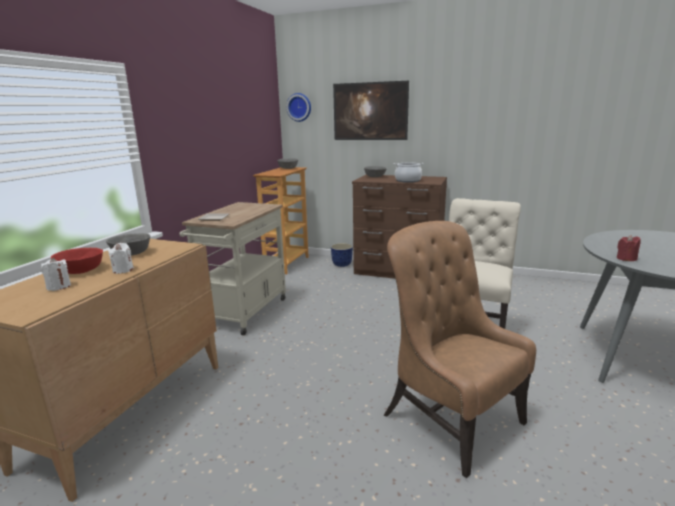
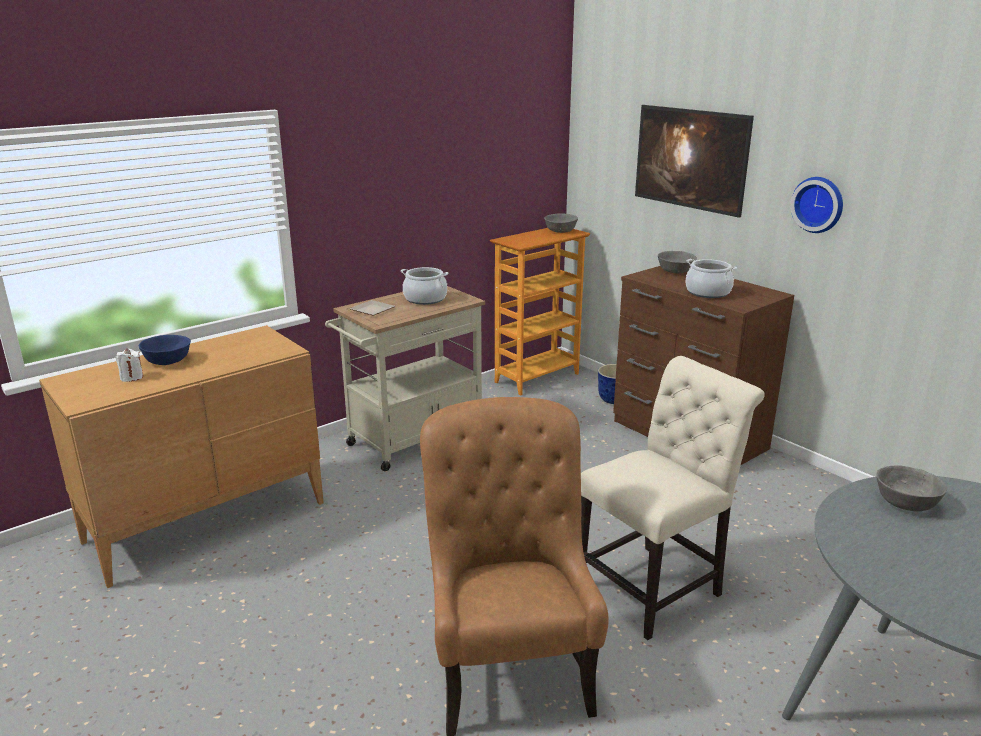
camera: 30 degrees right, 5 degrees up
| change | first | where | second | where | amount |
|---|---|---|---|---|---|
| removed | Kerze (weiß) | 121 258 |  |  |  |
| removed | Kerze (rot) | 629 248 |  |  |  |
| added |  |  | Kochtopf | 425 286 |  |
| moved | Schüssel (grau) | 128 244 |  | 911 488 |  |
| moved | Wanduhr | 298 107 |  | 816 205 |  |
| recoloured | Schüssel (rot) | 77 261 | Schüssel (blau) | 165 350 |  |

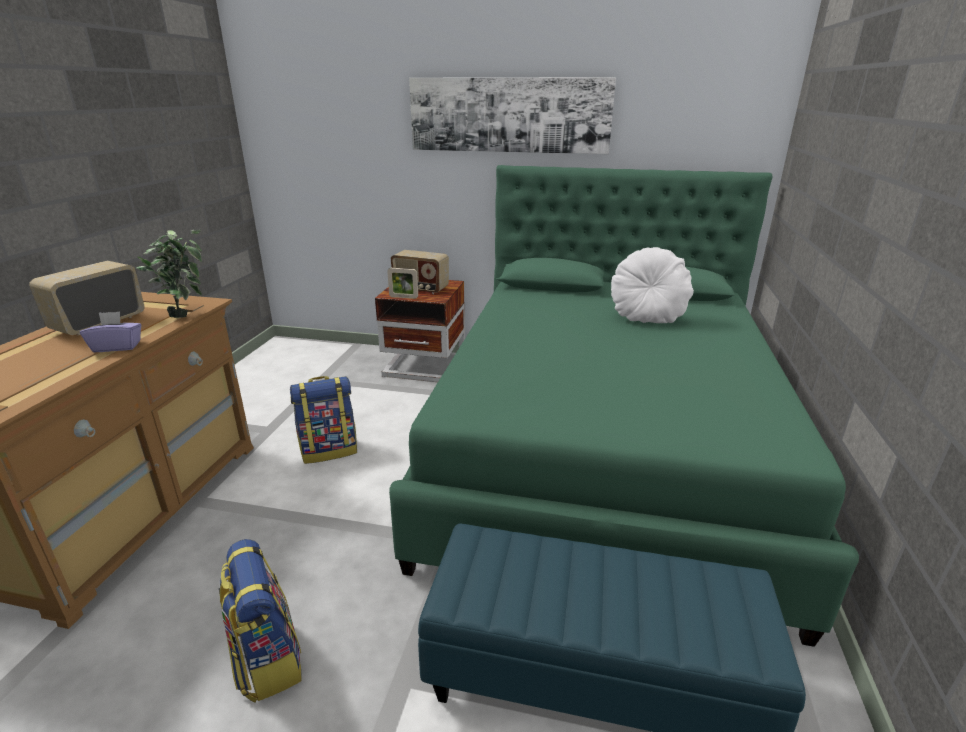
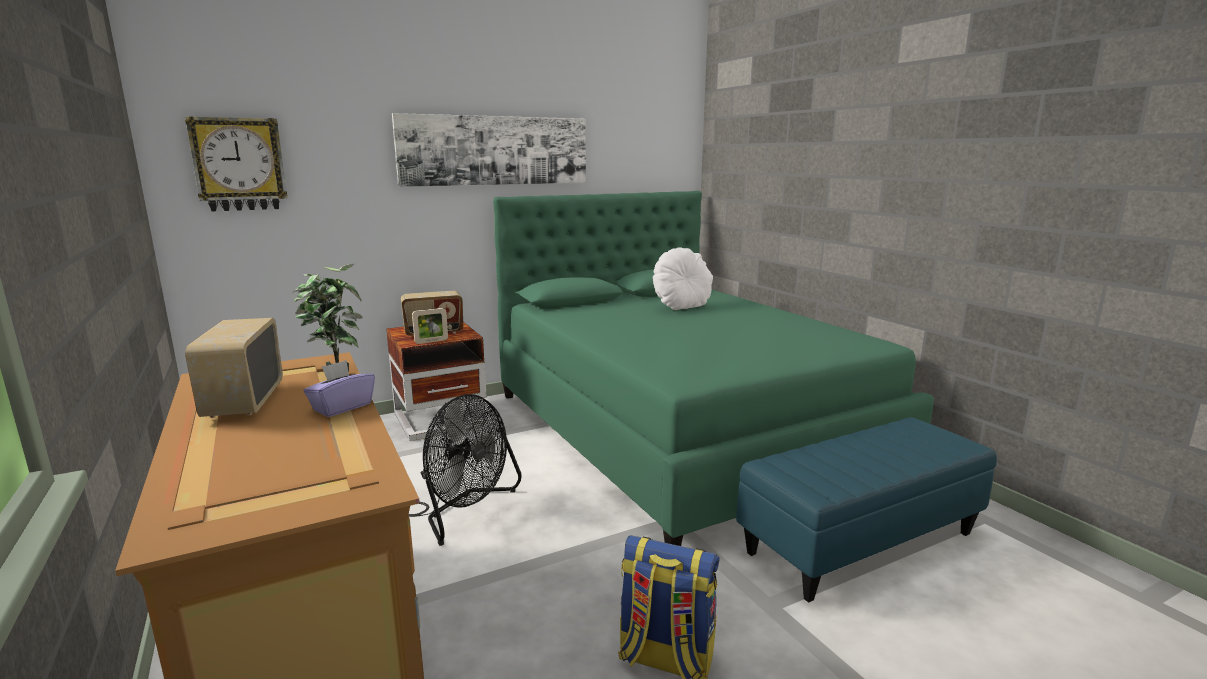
camera: 40 degrees left, 10 degrees down
| change | first | where | second | where | amount |
|---|---|---|---|---|---|
| added |  |  | Wanduhr | 236 163 |  |
| replaced | Rucksack | 323 420 | Ventilator (schwarz) | 465 470 |  |

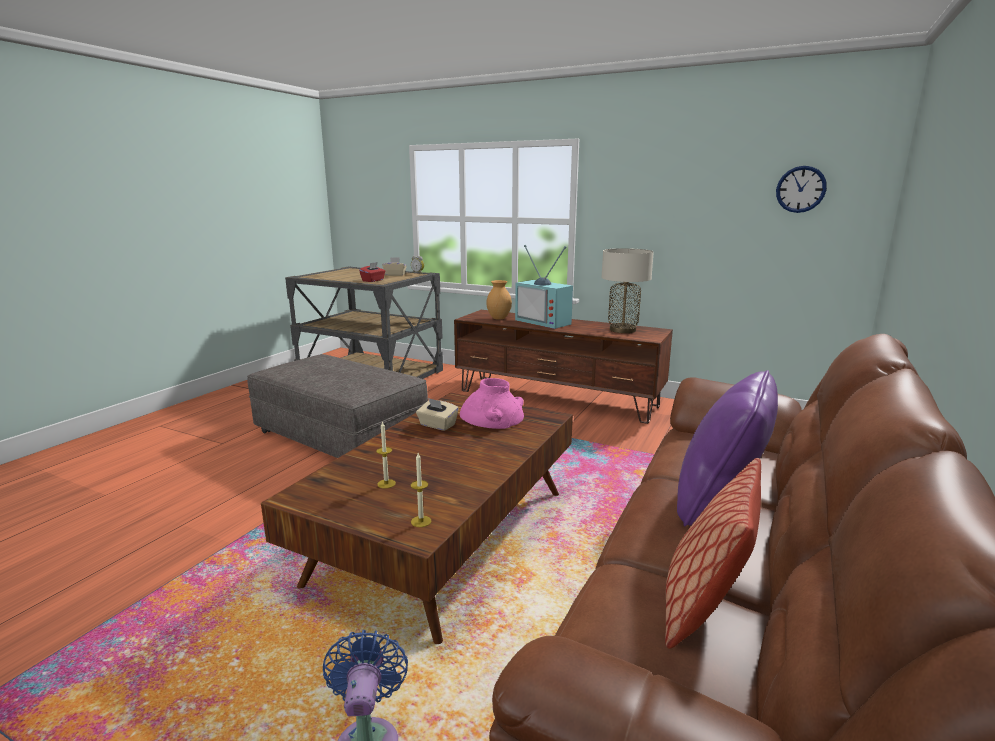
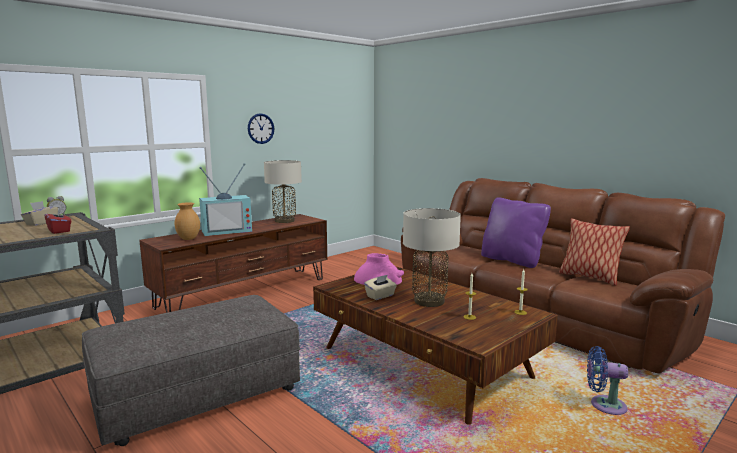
camera: 70 degrees left, 5 degrees down
| change | first | where | second | where | amount |
|---|---|---|---|---|---|
| added |  |  | Tischlampe | 432 257 |  |
| moved | Wanduhr | 801 189 |  | 261 128 |  |

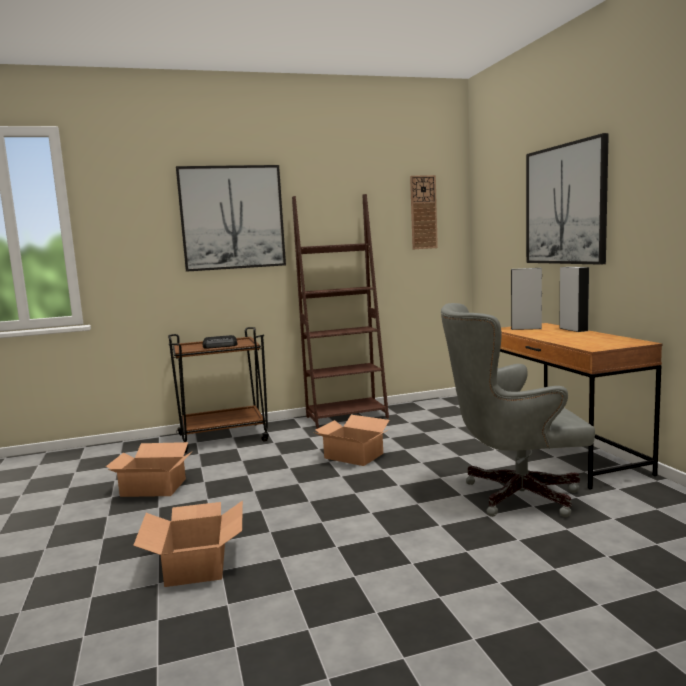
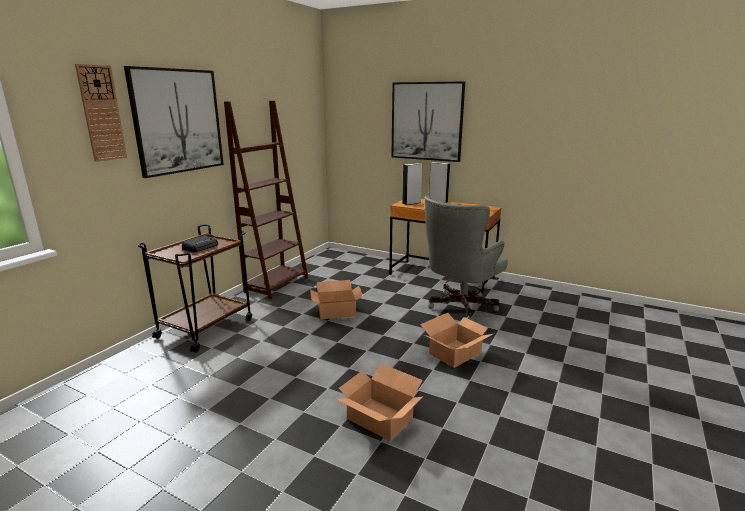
camera: 45 degrees left, 10 degrees up
| change | first | where | second | where | amount |
|---|---|---|---|---|---|
| moved | Karton | 149 469 |  | 457 340 |  |
| moved | Wanduhr | 424 212 |  | 101 113 |  |

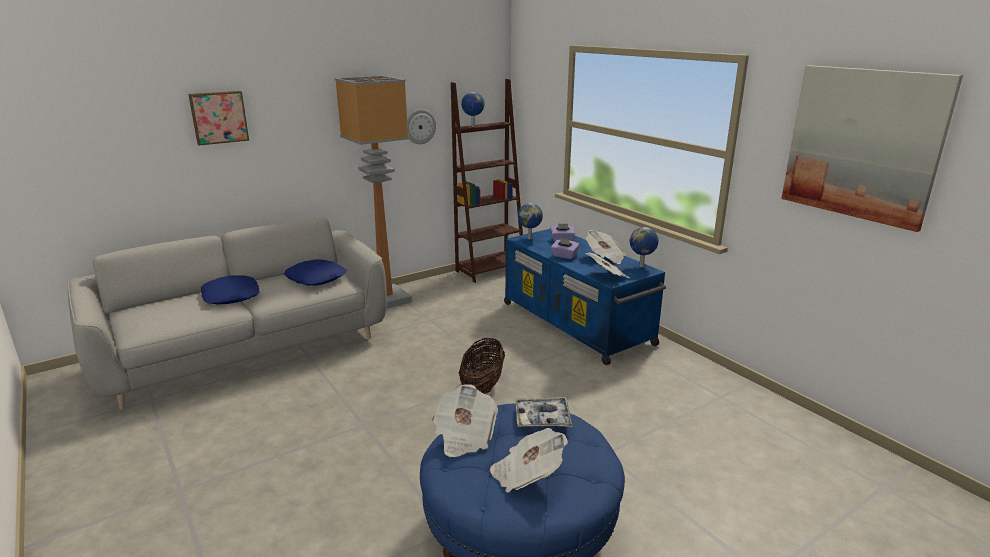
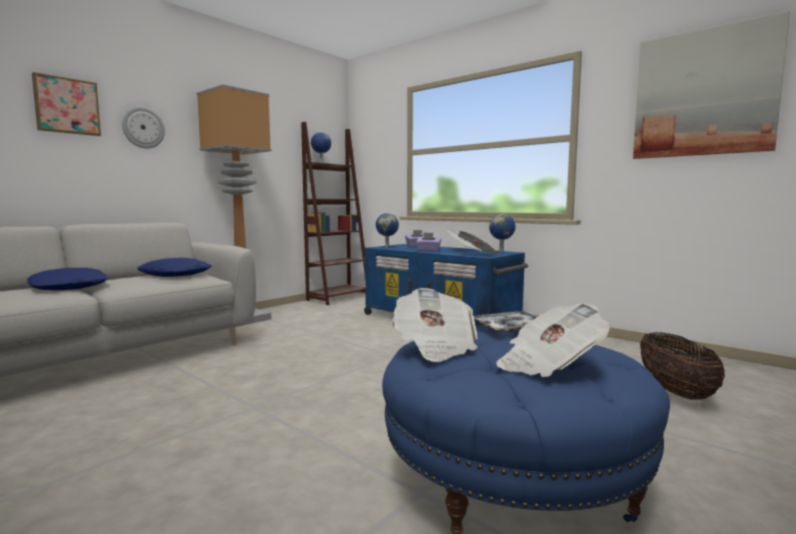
camera: 15 degrees left, 15 degrees down
| change | first | where | second | where | amount |
|---|---|---|---|---|---|
| moved | Wanduhr | 421 126 |  | 143 128 |  |
| moved | Korb | 482 366 |  | 682 366 |  |

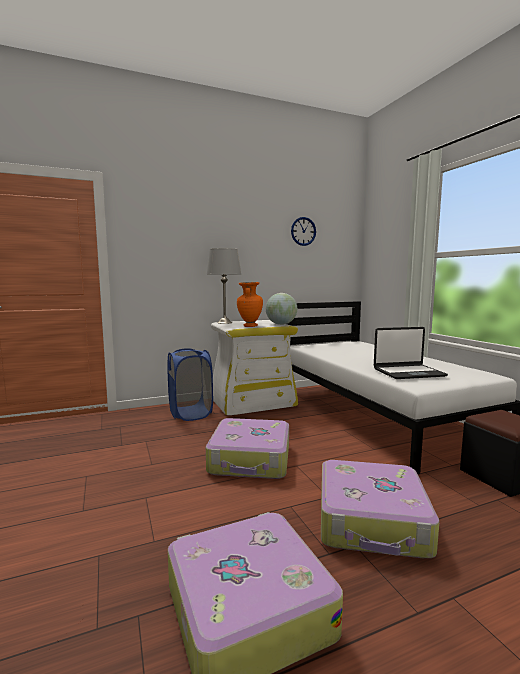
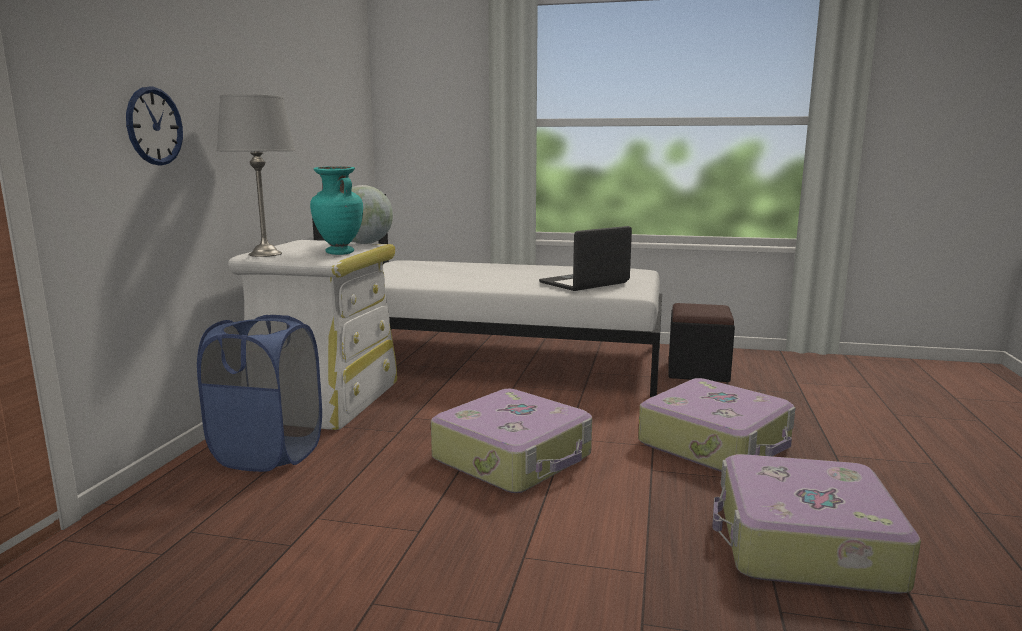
camera: 55 degrees left, 5 degrees up
| change | first | where | second | where | amount |
|---|---|---|---|---|---|
| moved | Wanduhr | 303 231 |  | 154 126 |  |
| recoloured | Vase (orange) | 250 304 | Vase (türkis) | 336 210 |  |
| turned | Laptop | 411 353 |  | 585 258 | 150 degrees counterclockwise |

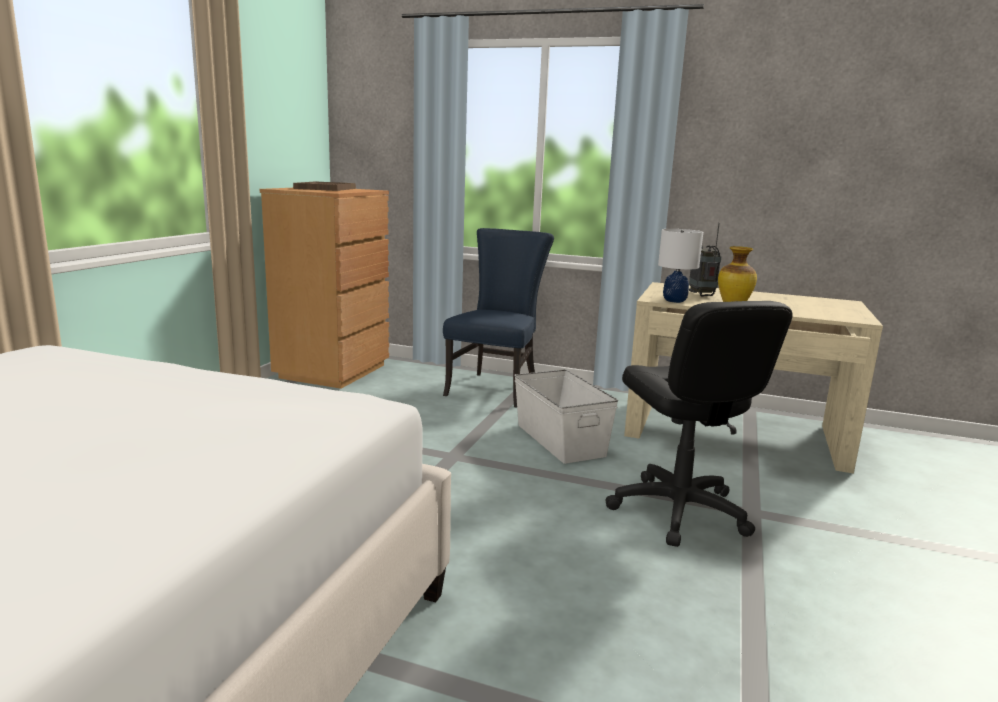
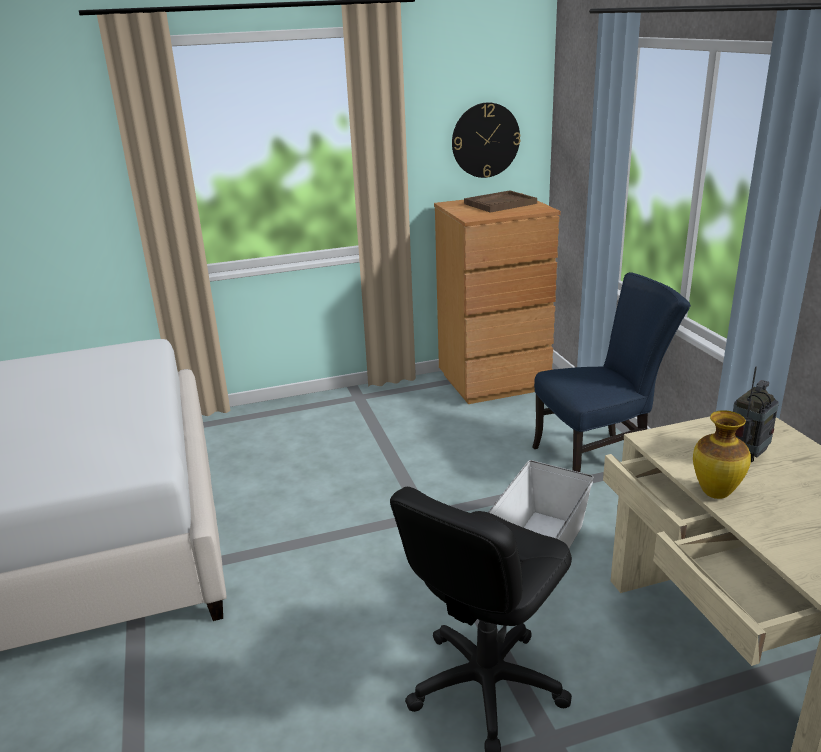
camera: 55 degrees right, 10 degrees up
| change | first | where | second | where | amount |
|---|---|---|---|---|---|
| removed | Tischlampe (weiß) | 680 266 |  |  |  |
| added |  |  | Wanduhr | 486 140 |  |

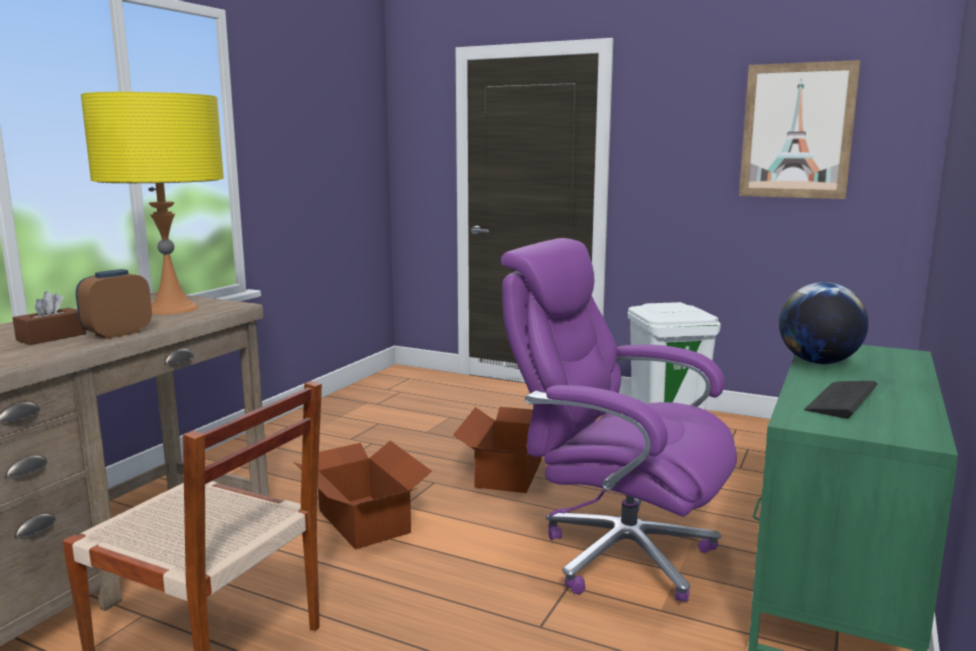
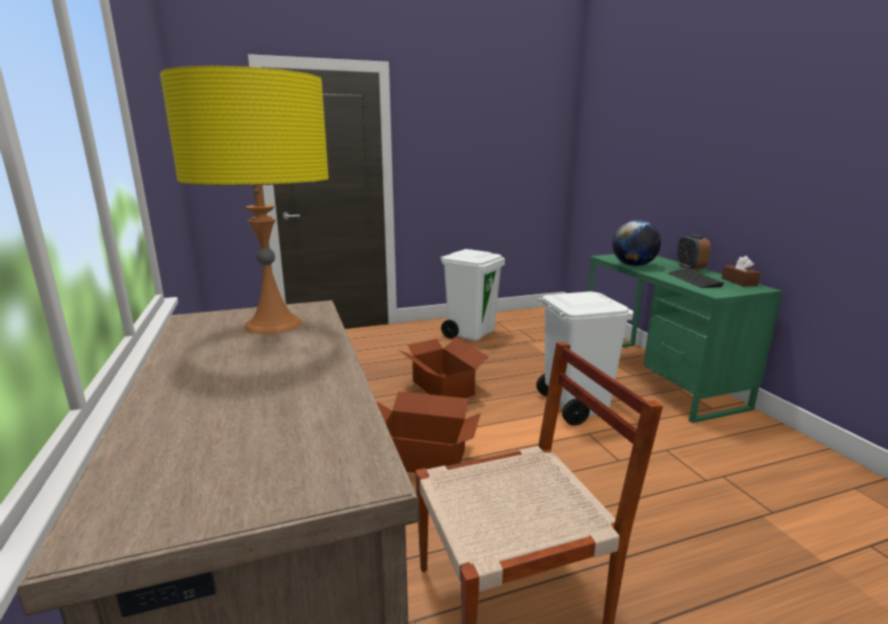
camera: 45 degrees left, 5 degrees up
| change | first | where | second | where | amount |
|---|---|---|---|---|---|
| removed | Bild | 799 129 |  |  |  |
| moved | Taschentuchbox (braun) | 49 318 |  | 741 271 |  |
| moved | Wecker | 114 304 |  | 693 252 |  |
| replaced | Bürostuhl (lila) | 619 420 | Mülleimer (weiß) | 585 358 |  |

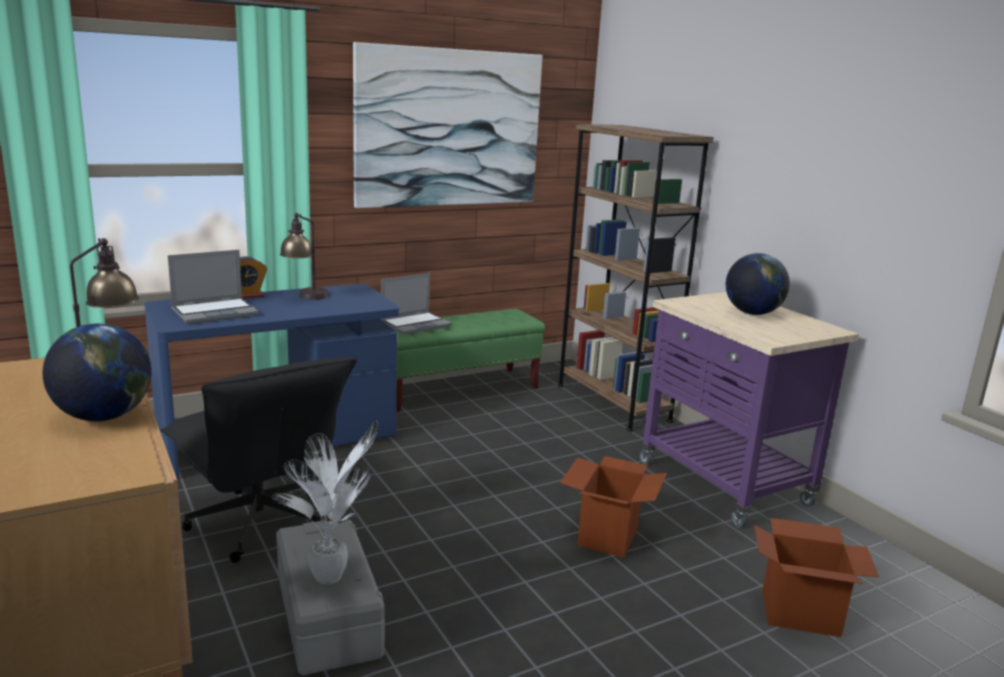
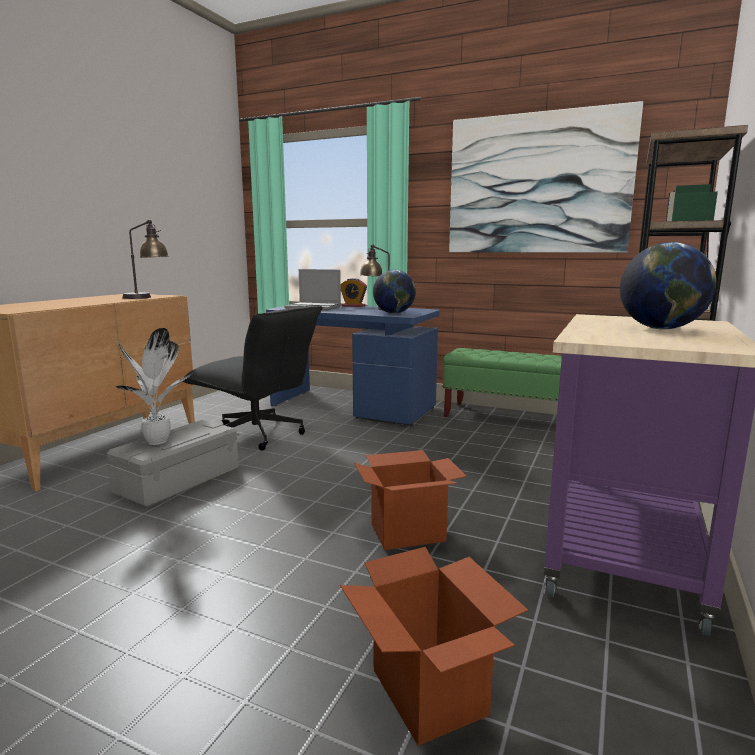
camera: 55 degrees right, 5 degrees down
| change | first | where | second | where | amount |
|---|---|---|---|---|---|
| removed | Laptop | 416 304 |  |  |  |
| moved | Globus | 97 372 |  | 394 292 |  |
| turned | Bürostuhl (schwarz) | 258 460 |  | 252 378 | 75 degrees counterclockwise |

